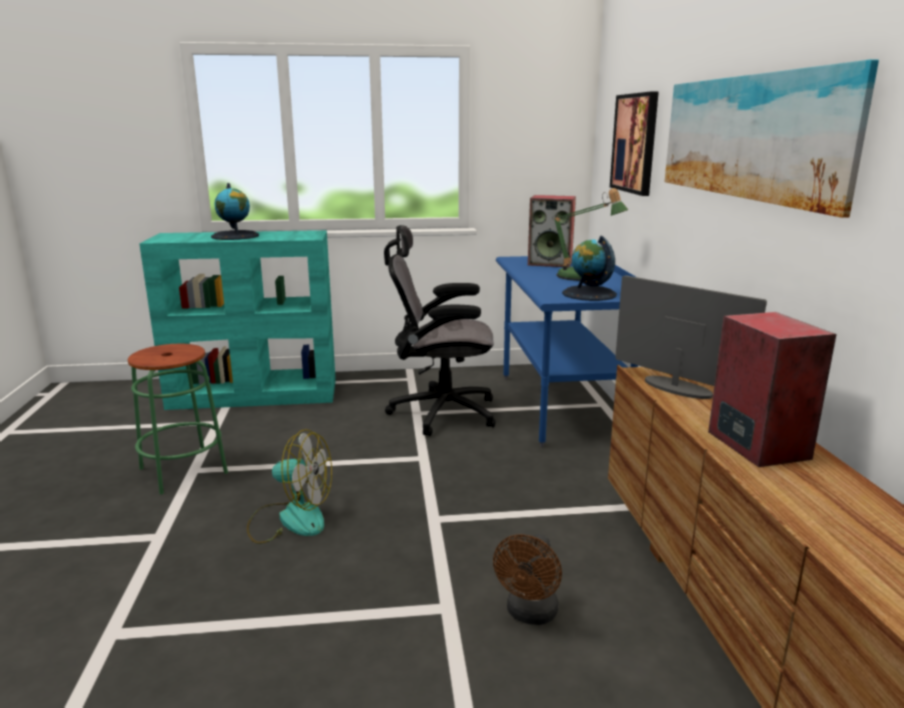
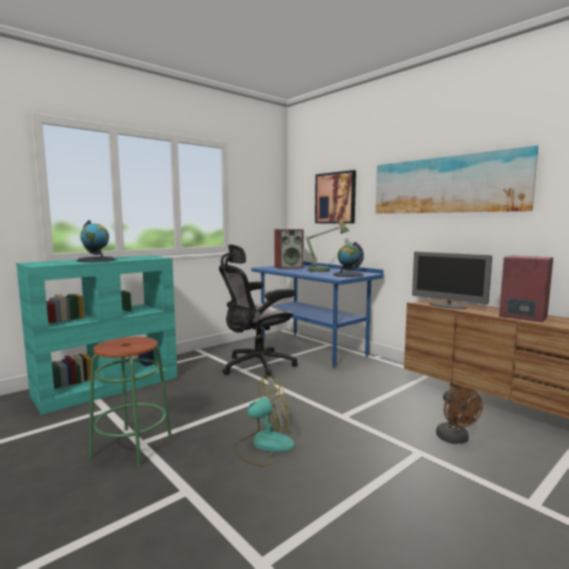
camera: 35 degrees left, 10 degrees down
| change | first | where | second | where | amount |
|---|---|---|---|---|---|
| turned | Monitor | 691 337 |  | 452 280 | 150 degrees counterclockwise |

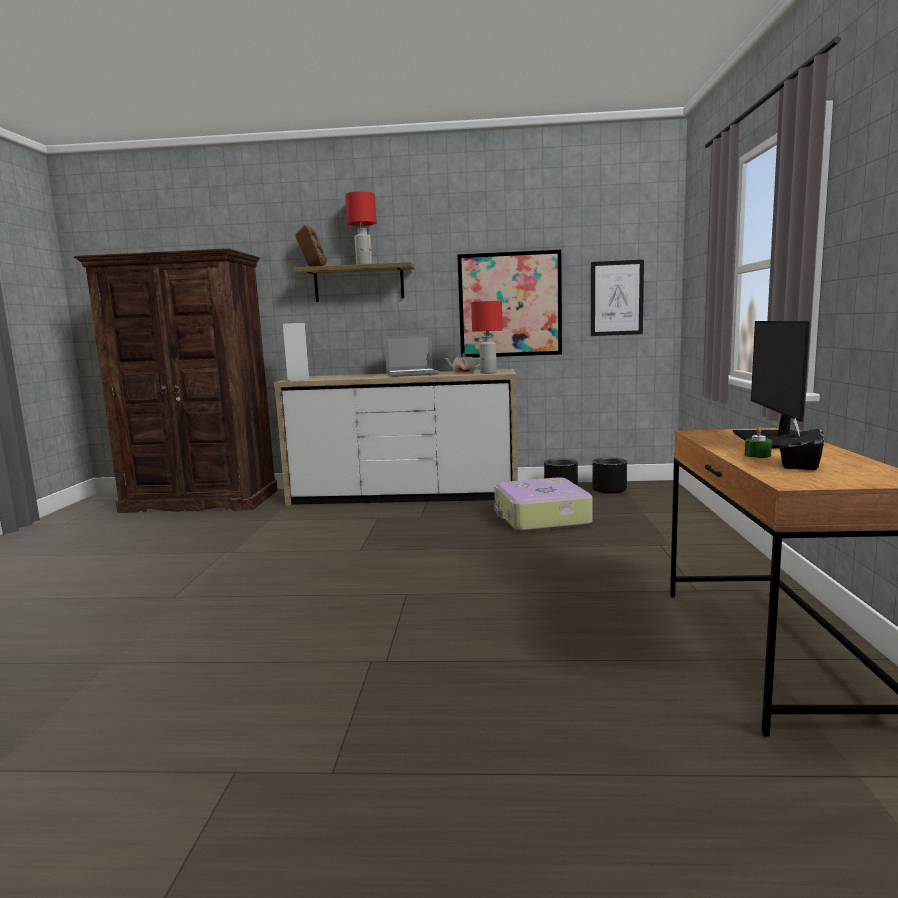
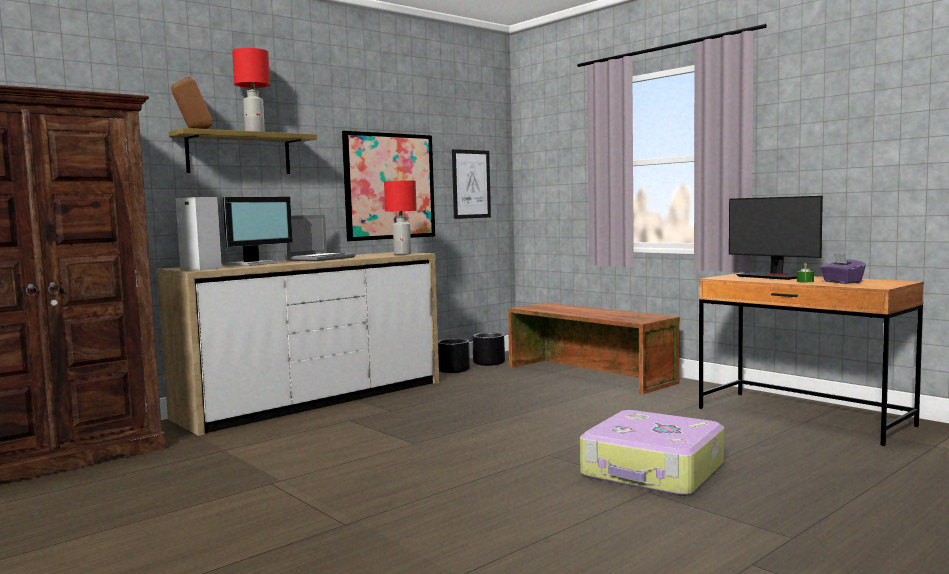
camera: 45 degrees left, 5 degrees down
| change | first | where | second | where | amount |
|---|---|---|---|---|---|
| removed | Teekanne (beige) | 462 363 |  |  |  |
| added |  |  | Monitor | 258 231 |  |
| added |  |  | Bank (braun) | 594 348 |  |
| moved | Koffer | 543 504 |  | 652 453 |  |
| recoloured | Taschentuchbox (schwarz) | 801 444 | Taschentuchbox (lila) | 843 268 |  |

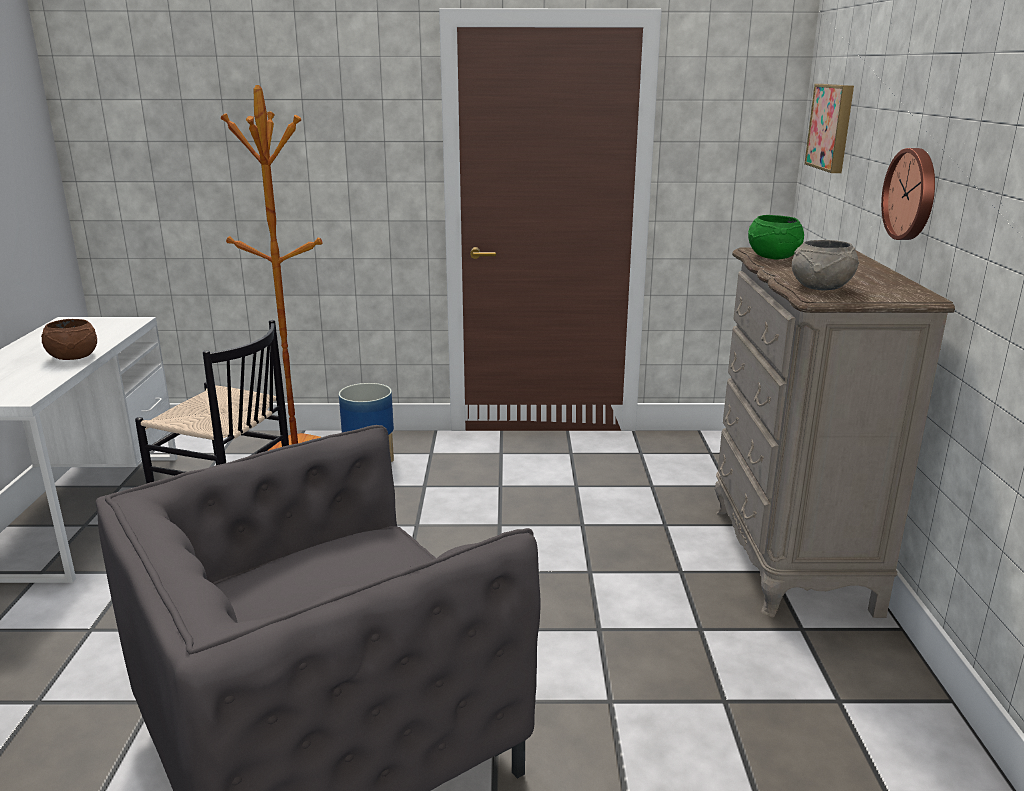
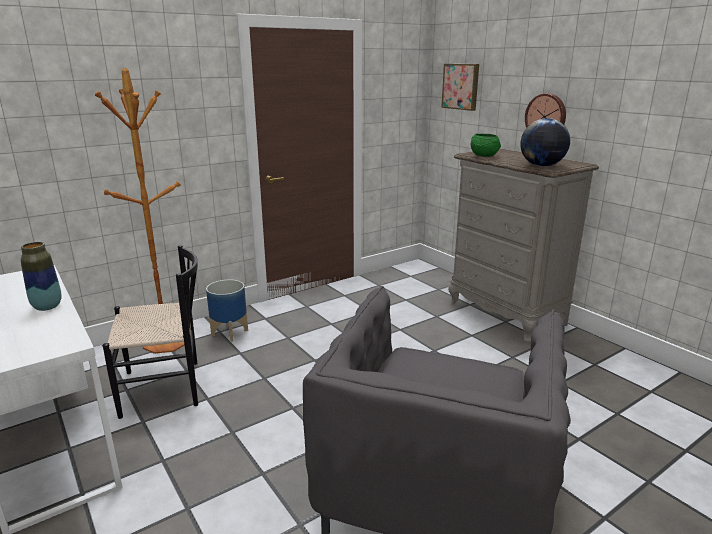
camera: 35 degrees left, 0 degrees up
| change | first | where | second | where | amount |
|---|---|---|---|---|---|
| replaced | Schüssel (braun) | 69 339 | Vase | 41 276 |  |
| replaced | Schüssel (grau) | 825 265 | Globus | 545 142 |  |

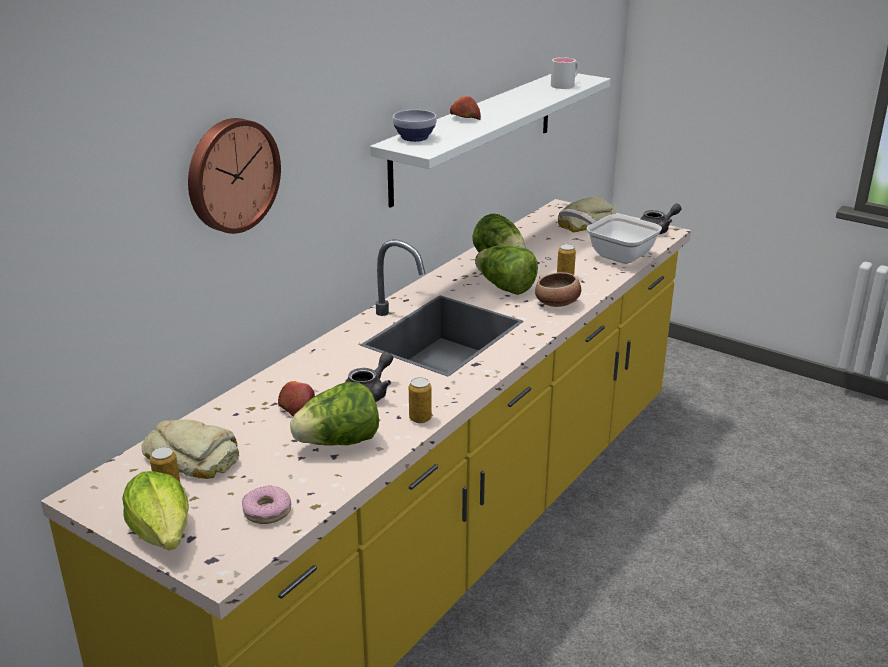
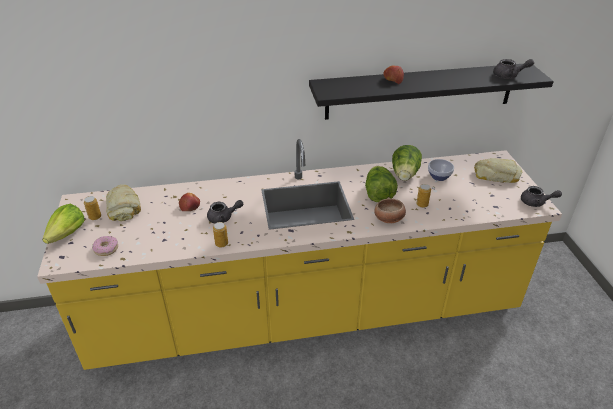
camera: 45 degrees right, 10 degrees up
| change | first | where | second | where | amount |
|---|---|---|---|---|---|
| removed | Wanduhr | 234 176 |  |  |  |
| removed | Salatkopf | 334 413 |  |  |  |
| removed | Pfanne | 611 236 |  |  |  |
| moved | Schüssel | 415 126 |  | 441 170 |  |
| replaced | Henkelbecher (weiß) | 565 73 | Teekanne (grau) | 513 69 |  |
| recoloured | Wandregal (weiß) | 490 140 | Wandregal (schwarz) | 431 92 |  |

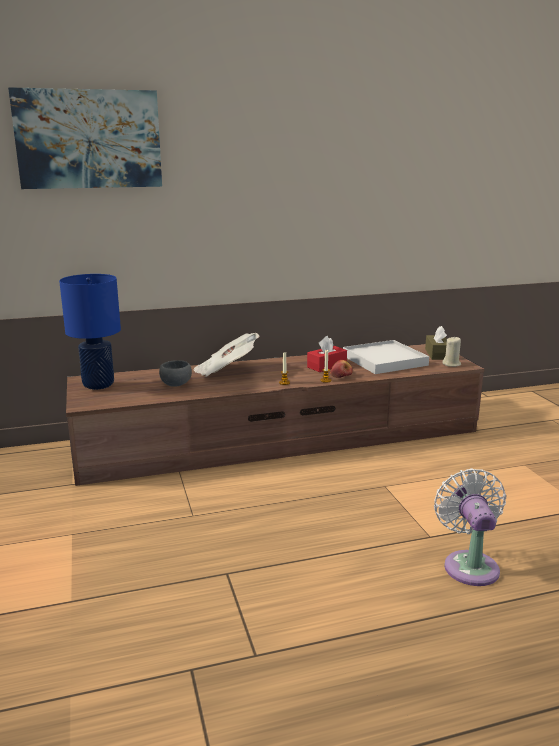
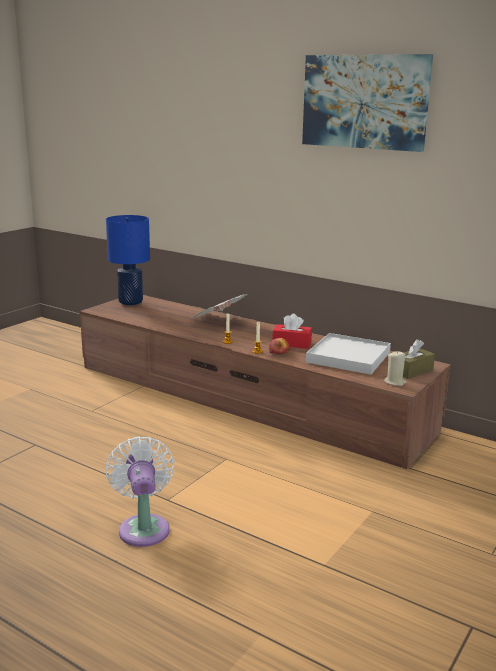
camera: 50 degrees right, 0 degrees up
| change | first | where | second | where | amount |
|---|---|---|---|---|---|
| removed | Schüssel (grau) | 175 373 |  |  |  |
| moved | Bild | 85 138 |  | 367 103 |  |
| turned | Ventilator (weiß) | 470 527 |  | 140 491 | 60 degrees counterclockwise |

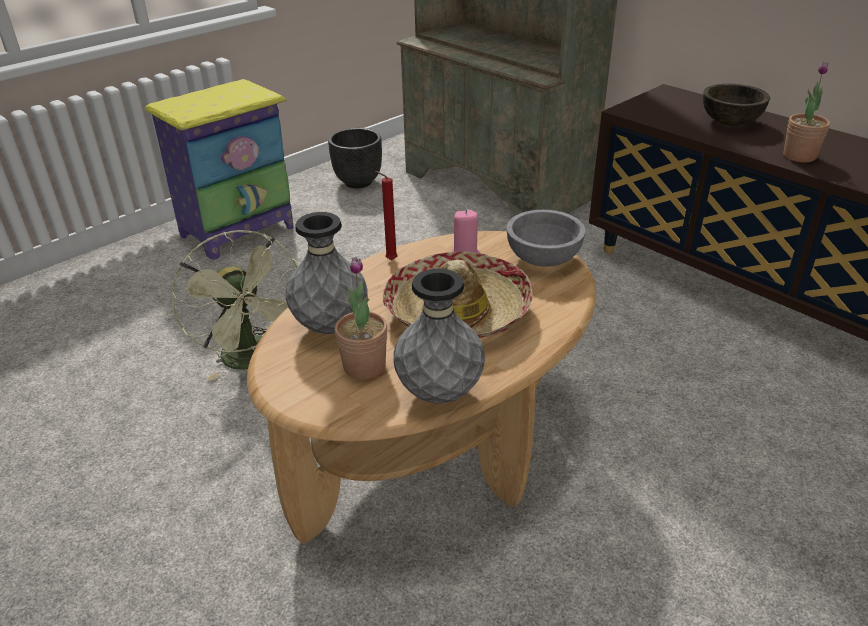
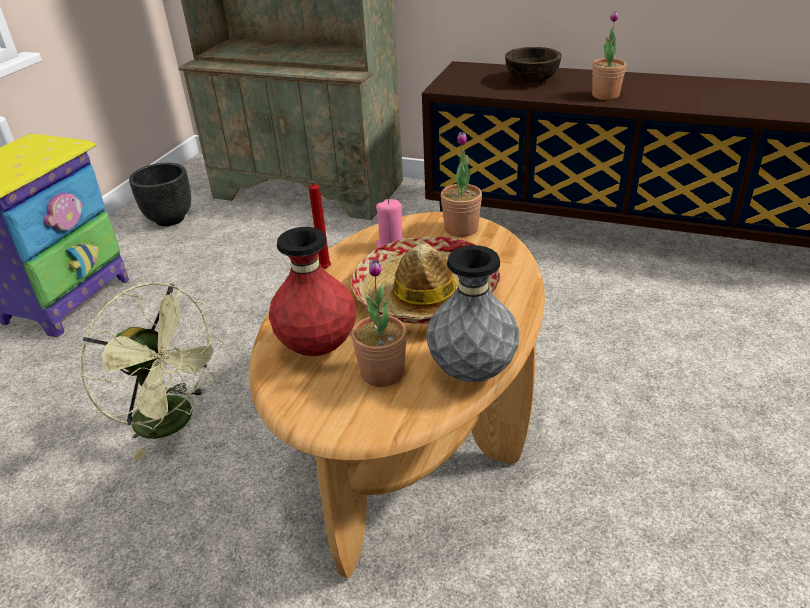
camera: 25 degrees left, 0 degrees up
| change | first | where | second | where | amount |
|---|---|---|---|---|---|
| replaced | Schüssel (grau) | 546 238 | Topfpflanze | 461 184 |  |
| recoloured | Vase (grau) | 326 273 | Vase (rot) | 312 291 |  |

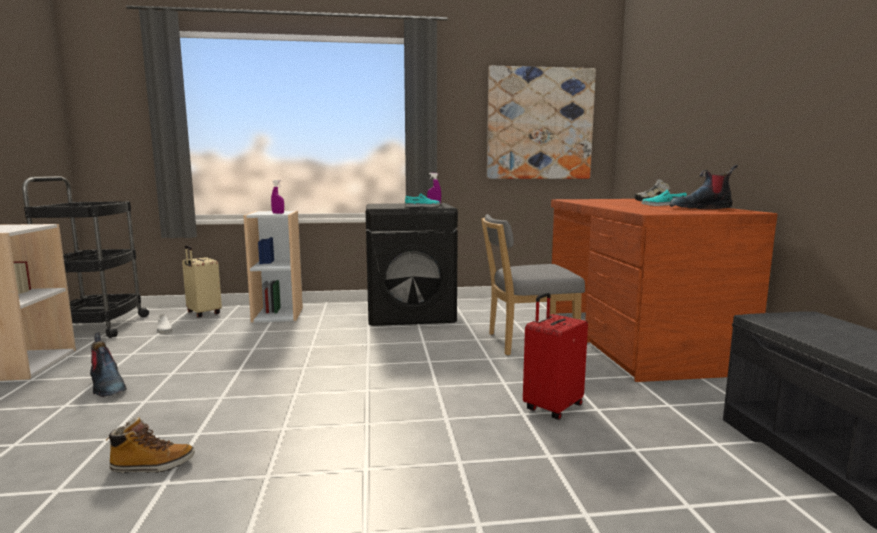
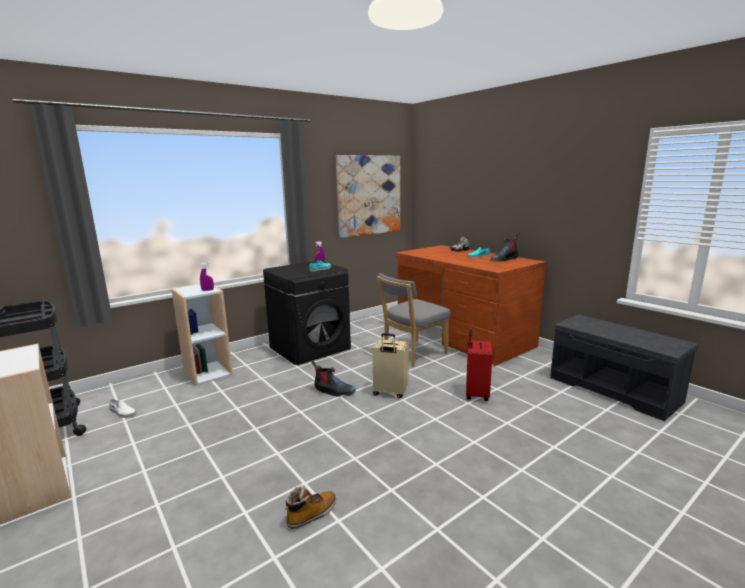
camera: 30 degrees left, 5 degrees up
| change | first | where | second | where | amount |
|---|---|---|---|---|---|
| moved | Stiefel | 108 365 |  | 334 379 |  |
| moved | Koffer (beige) | 202 281 |  | 390 365 |  |

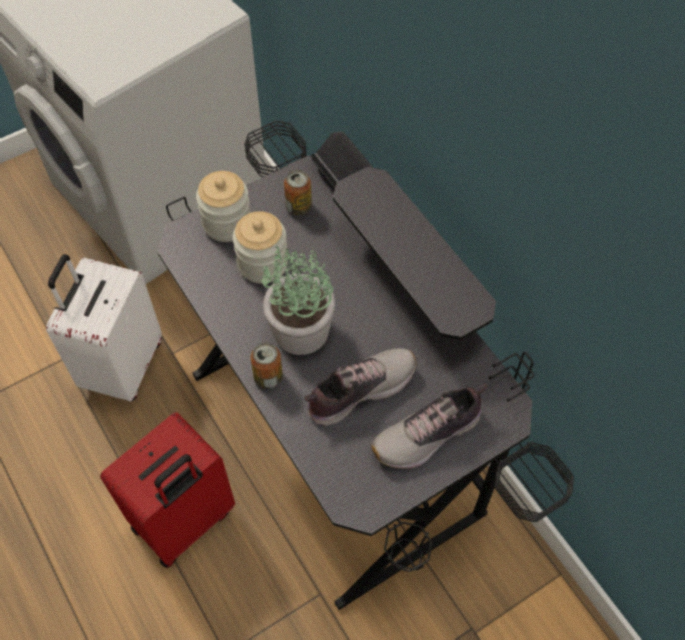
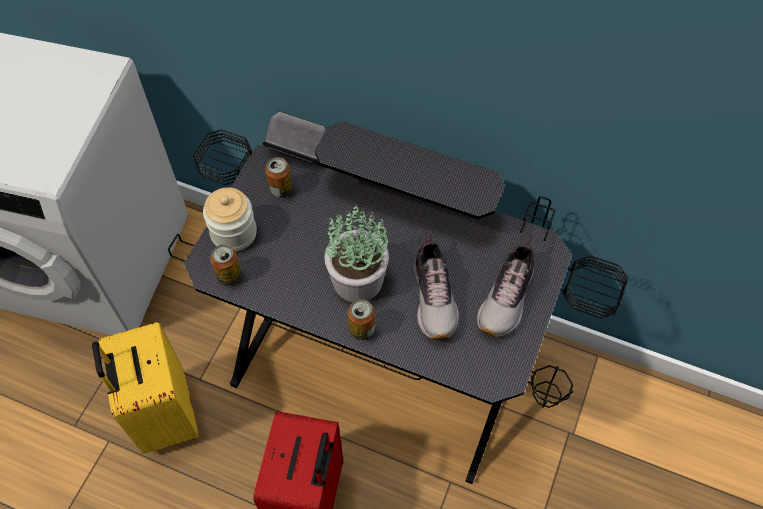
camera: 35 degrees left, 0 degrees up
| change | first | where | second | where | amount |
|---|---|---|---|---|---|
| removed | Vorratsglas | 260 247 |  |  |  |
| added |  |  | Dose | 226 265 |  |
| recoloured | Koffer (weiß) | 104 328 | Koffer (gelb) | 145 388 |  |
| turned | Schuh | 361 387 |  | 436 285 | 150 degrees clockwise |

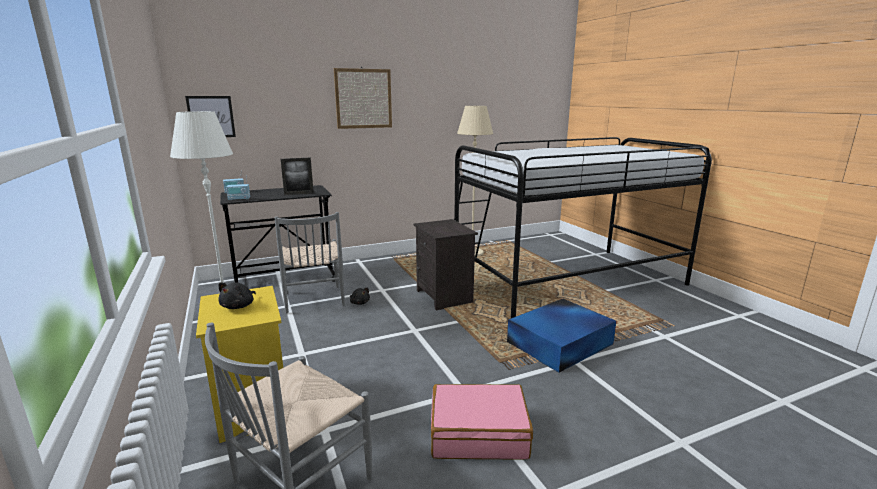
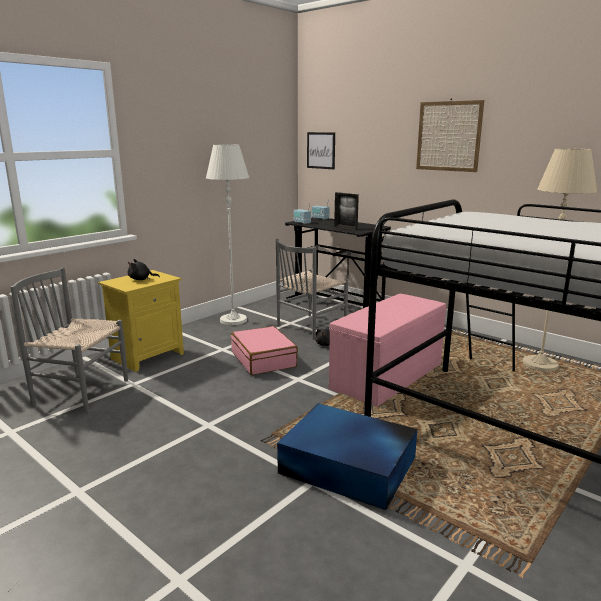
camera: 65 degrees right, 0 degrees up
| change | first | where | second | where | amount |
|---|---|---|---|---|---|
| moved | Koffer (rosa) | 482 421 |  | 264 350 |  |
| replaced | Nachttisch (schwarz) | 445 264 | Bank (rosa) | 387 350 |  |

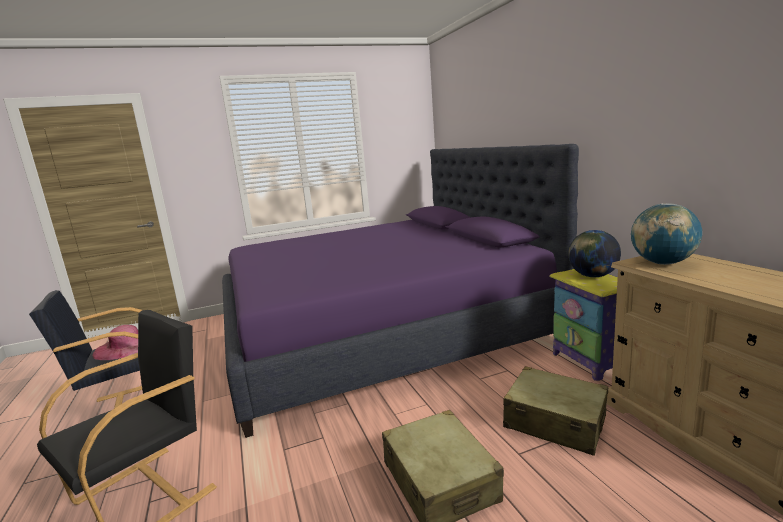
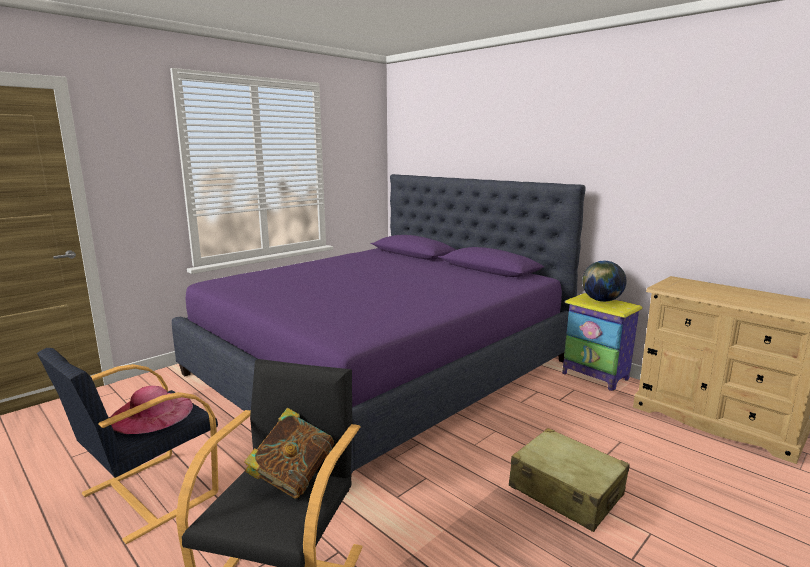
camera: 25 degrees left, 0 degrees up
| change | first | where | second | where | amount |
|---|---|---|---|---|---|
| removed | Koffer (beige) | 555 411 |  |  |  |
| removed | Globus | 666 234 |  |  |  |
| added |  |  | Buch | 289 453 |  |

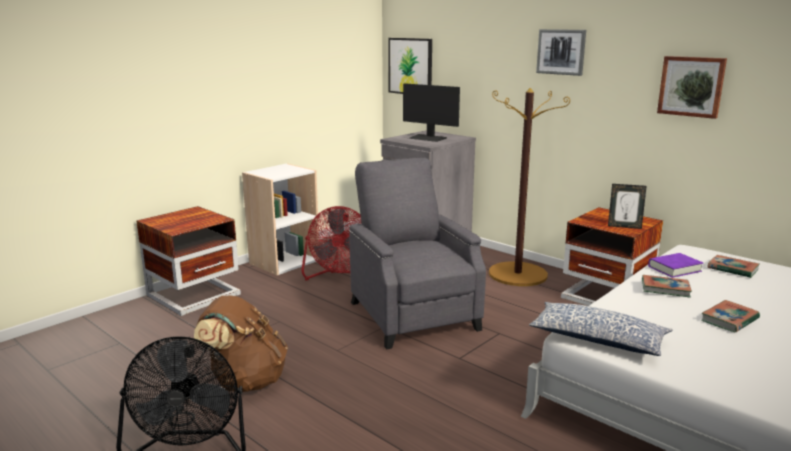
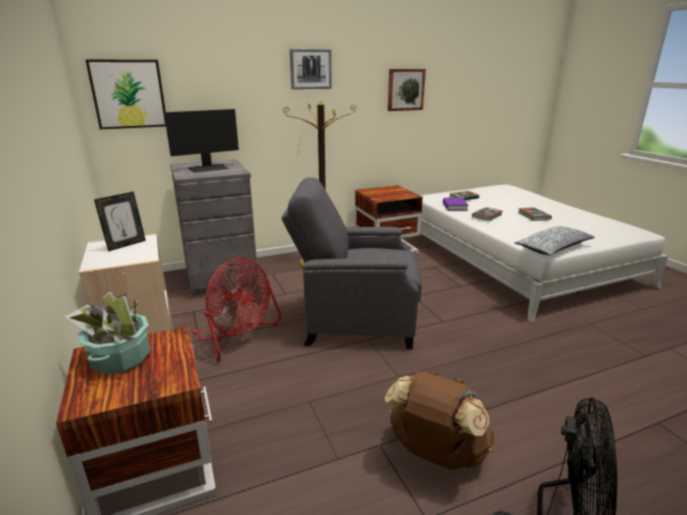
camera: 65 degrees left, 5 degrees up
| change | first | where | second | where | amount |
|---|---|---|---|---|---|
| added |  |  | Topfpflanze | 108 333 |  |
| moved | Bilderrahmen | 627 206 |  | 120 221 |  |

